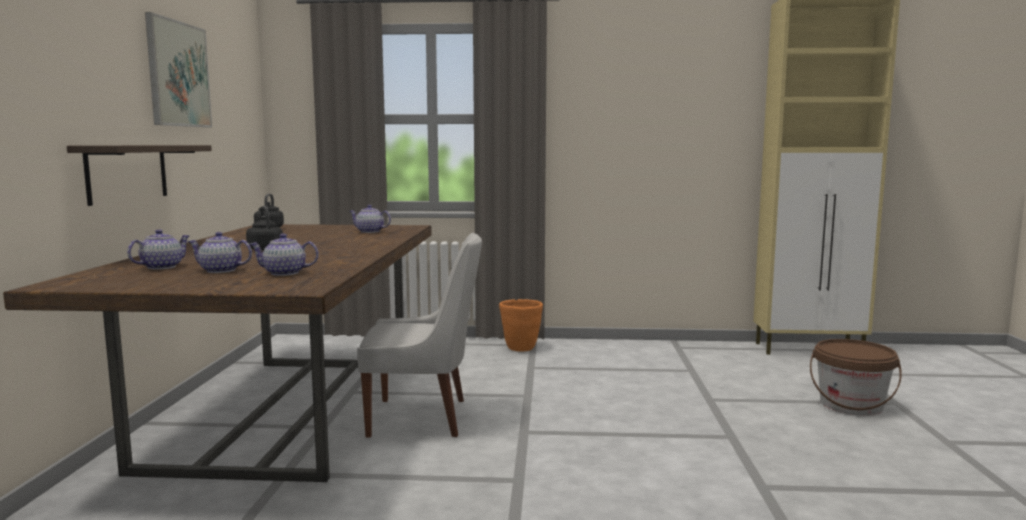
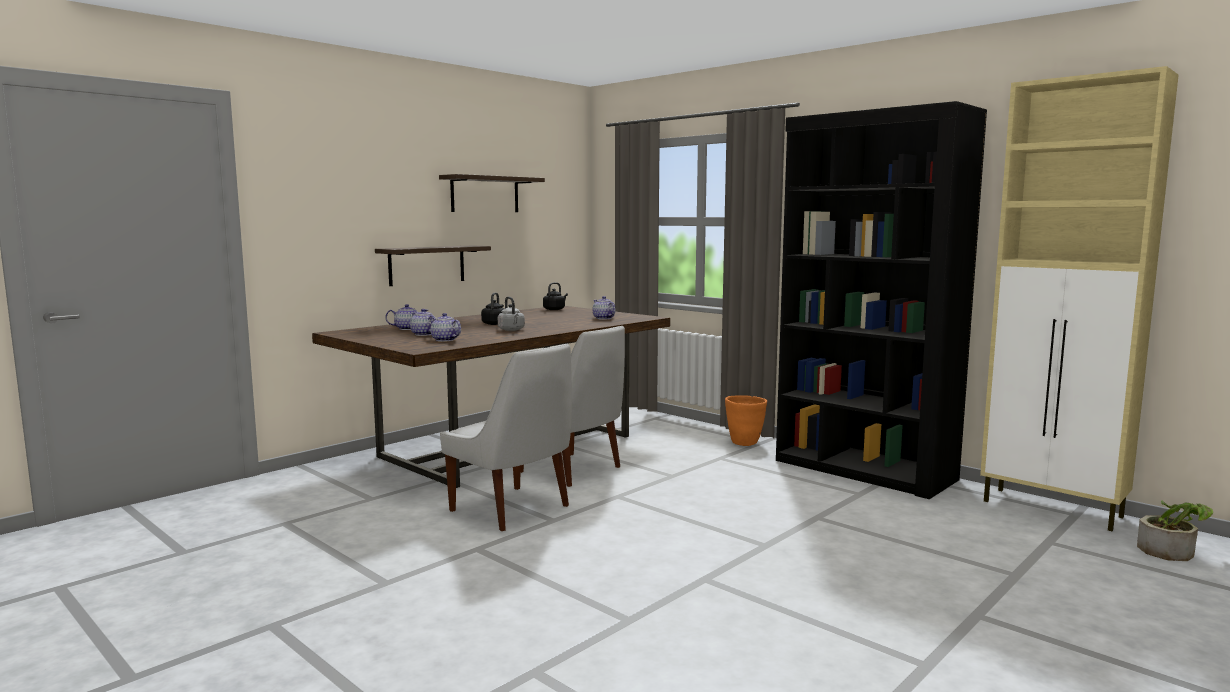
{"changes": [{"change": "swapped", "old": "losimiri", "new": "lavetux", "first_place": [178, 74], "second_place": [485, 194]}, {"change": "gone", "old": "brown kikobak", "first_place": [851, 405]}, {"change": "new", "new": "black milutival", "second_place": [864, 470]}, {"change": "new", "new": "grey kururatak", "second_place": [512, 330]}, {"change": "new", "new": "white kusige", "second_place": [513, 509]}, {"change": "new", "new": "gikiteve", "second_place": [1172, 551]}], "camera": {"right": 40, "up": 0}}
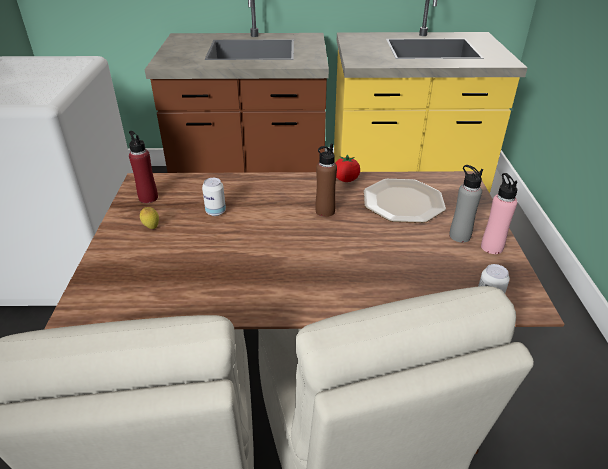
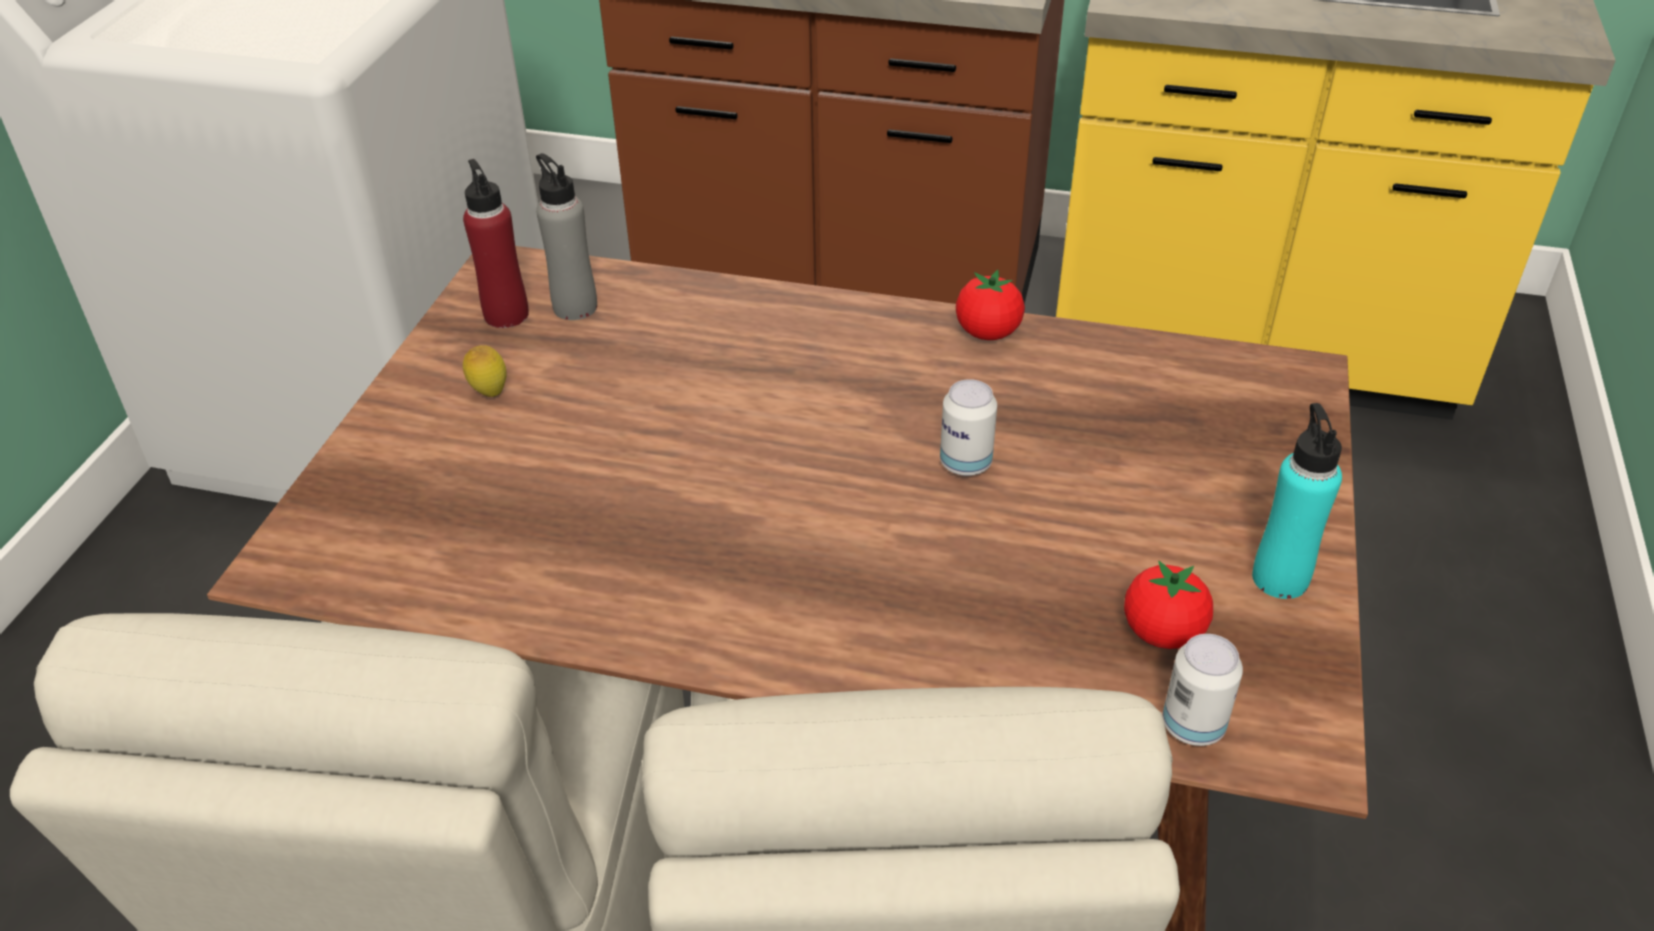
{"changes": [{"change": "gone", "old": "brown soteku", "first_place": [325, 211]}, {"change": "shifted", "old": "grey soteku", "first_place": [459, 236], "second_place": [575, 307]}, {"change": "repainted", "old": "pink soteku", "new": "turquoise soteku", "first_place": [491, 247], "second_place": [1280, 578]}, {"change": "shifted", "old": "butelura", "first_place": [215, 212], "second_place": [965, 463]}, {"change": "gone", "old": "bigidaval", "first_place": [402, 202]}, {"change": "new", "new": "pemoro", "second_place": [1162, 633]}], "camera": {"right": 15, "up": 5}}
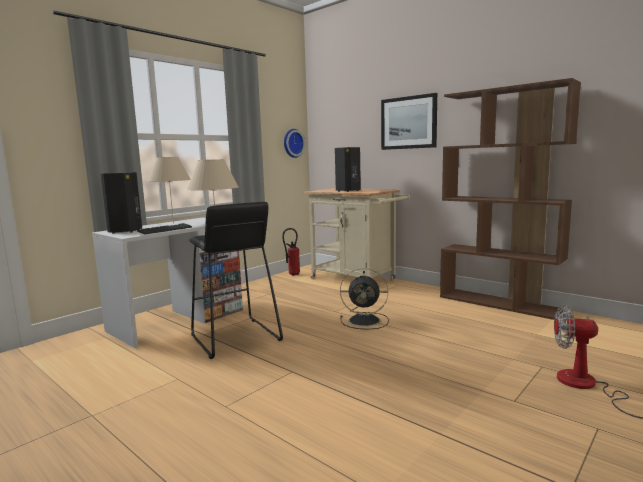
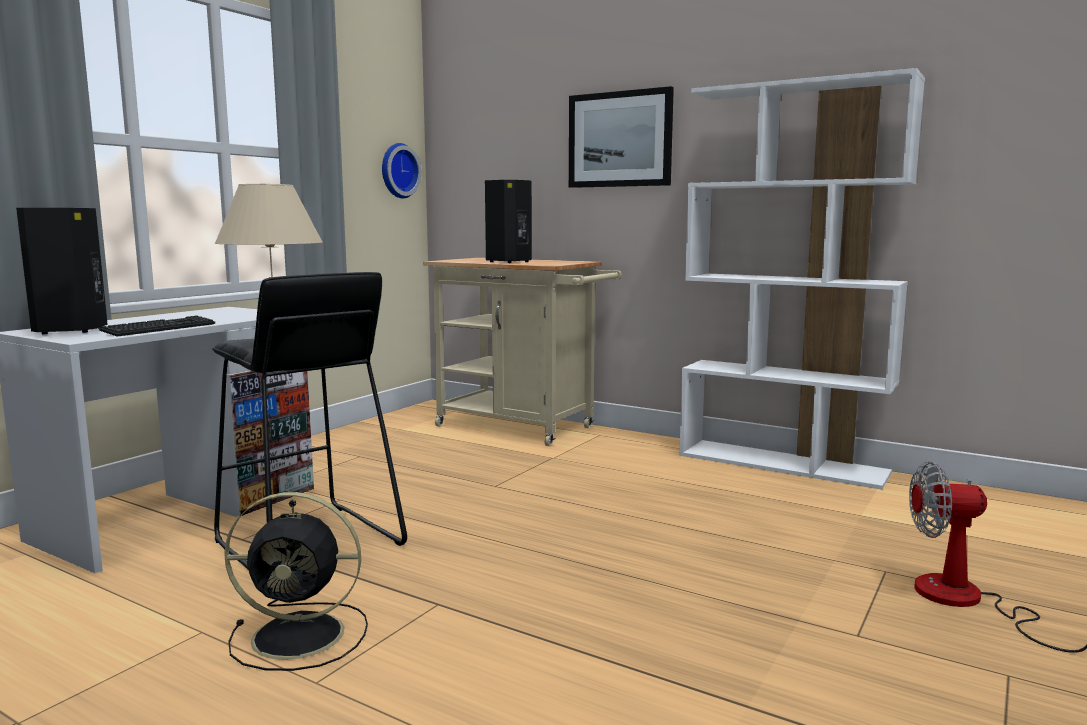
{"changes": [{"change": "repainted", "old": "brown milutival", "new": "white milutival", "first_place": [499, 303], "second_place": [783, 463]}, {"change": "gone", "old": "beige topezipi", "first_place": [173, 223]}, {"change": "gone", "old": "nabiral", "first_place": [292, 274]}, {"change": "shifted", "old": "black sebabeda", "first_place": [365, 321], "second_place": [302, 635]}], "camera": {"right": -10, "up": 0}}
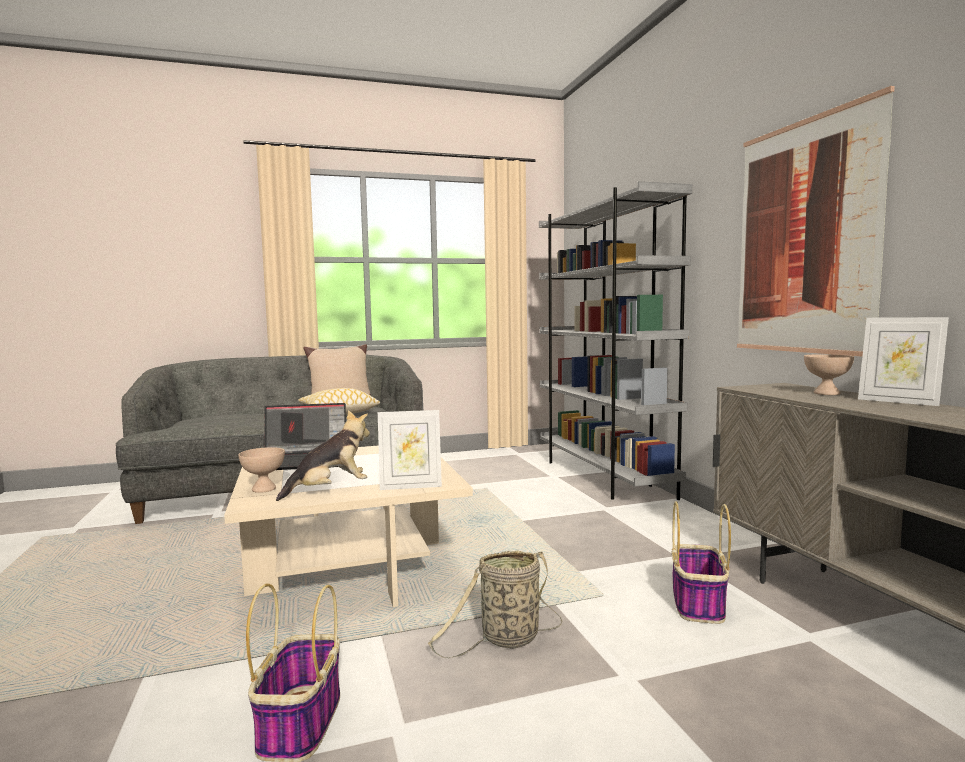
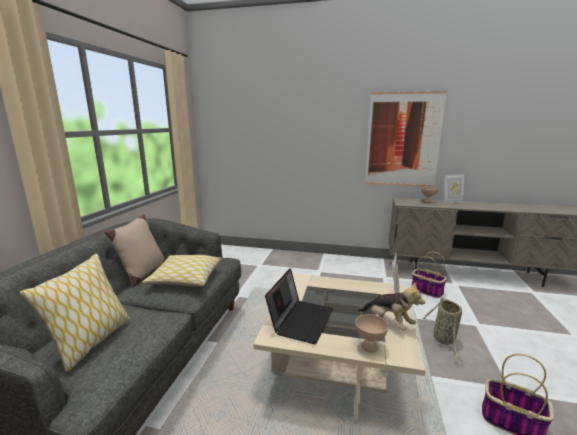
{"changes": [{"change": "gone", "old": "grey milutival", "first_place": [602, 476]}, {"change": "rotated", "old": "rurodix", "first_place": [330, 490], "second_place": [388, 323], "degrees": 135}, {"change": "new", "new": "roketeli", "second_place": [91, 342]}], "camera": {"right": -60, "up": 10}}
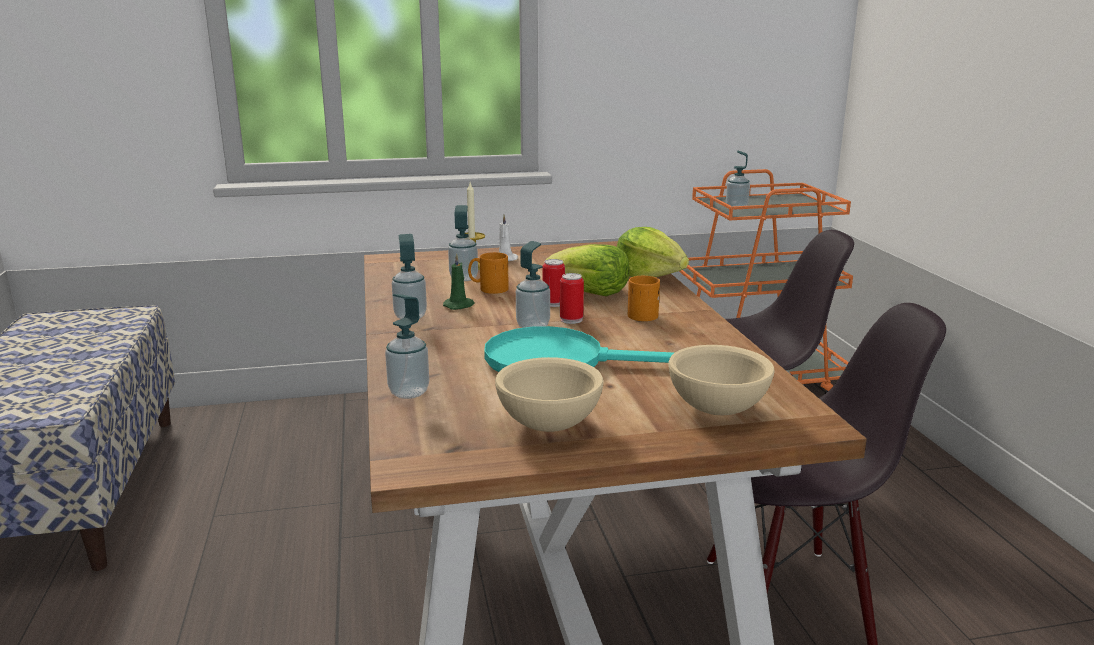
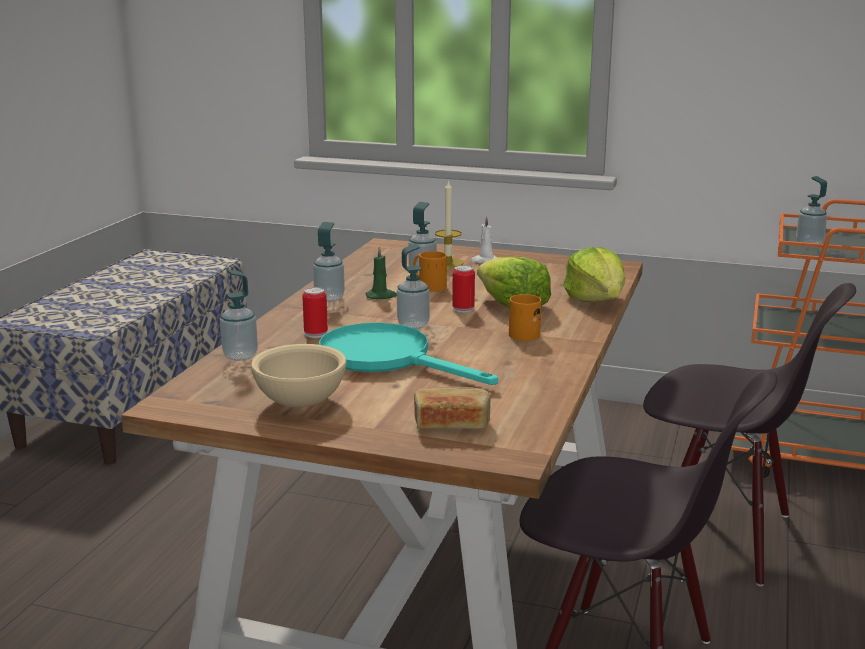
{"changes": [{"change": "shifted", "old": "butelura", "first_place": [571, 320], "second_place": [316, 334]}, {"change": "swapped", "old": "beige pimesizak", "new": "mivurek", "first_place": [717, 408], "second_place": [451, 424]}], "camera": {"right": 30, "up": 0}}
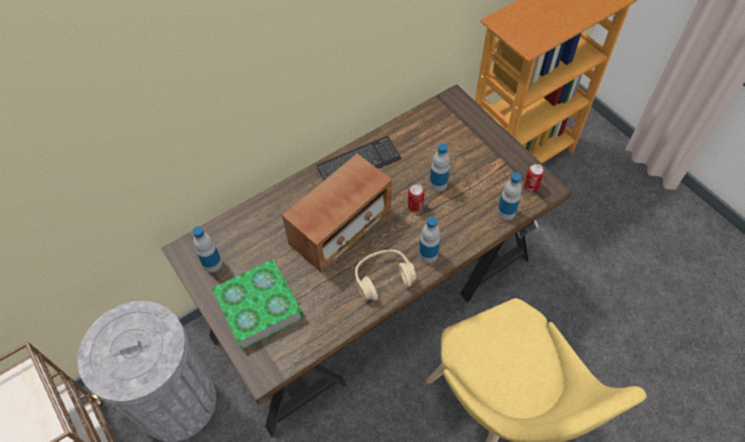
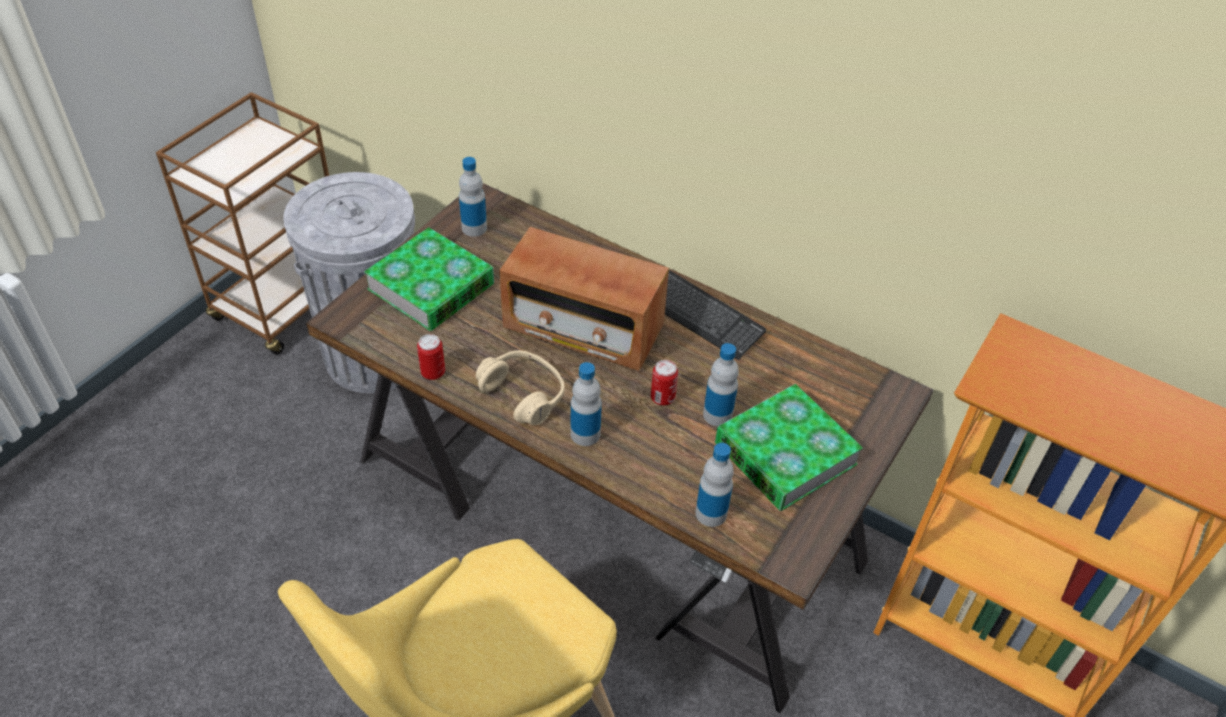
{"changes": [{"change": "shifted", "old": "butelura", "first_place": [531, 186], "second_place": [433, 372]}, {"change": "new", "new": "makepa", "second_place": [785, 454]}], "camera": {"right": 65, "up": -10}}
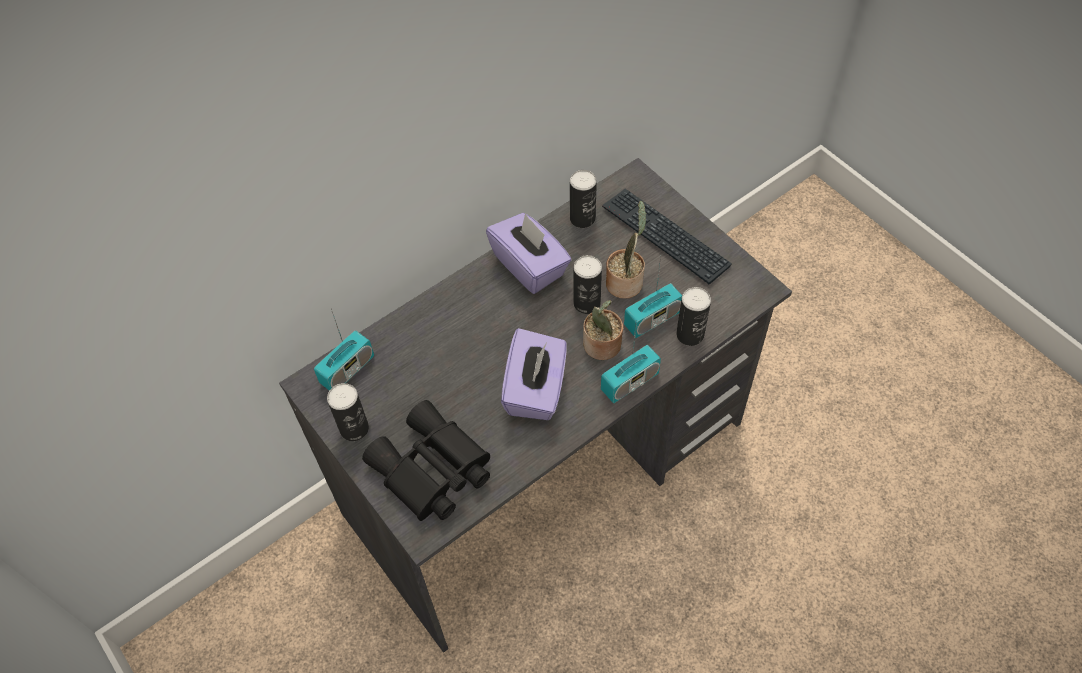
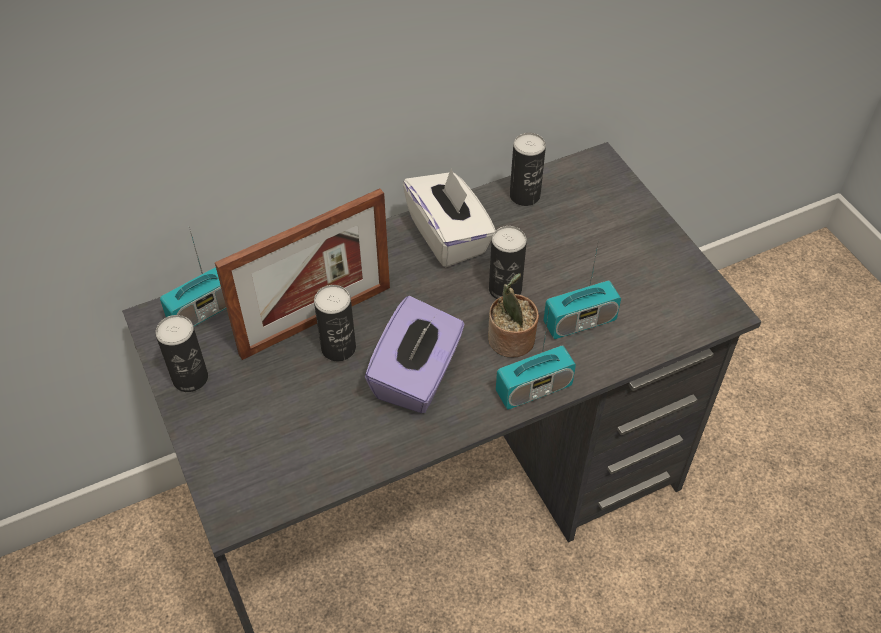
{"changes": [{"change": "gone", "old": "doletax", "first_place": [665, 237]}, {"change": "gone", "old": "gikiteve", "first_place": [625, 282]}, {"change": "repainted", "old": "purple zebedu", "new": "white zebedu", "first_place": [530, 266], "second_place": [449, 236]}, {"change": "shifted", "old": "butelura", "first_place": [690, 334], "second_place": [338, 348]}, {"change": "gone", "old": "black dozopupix", "first_place": [431, 472]}, {"change": "new", "new": "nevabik", "second_place": [316, 320]}], "camera": {"right": 10, "up": -5}}
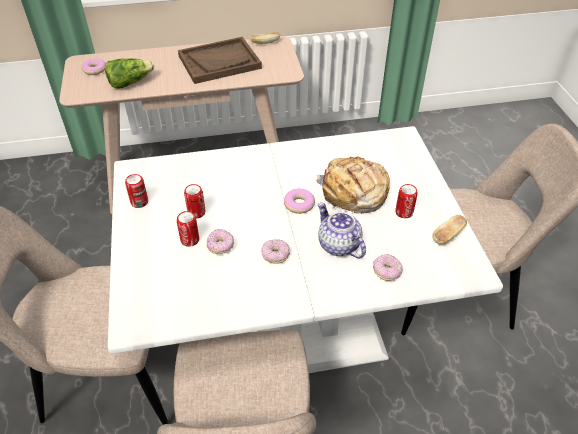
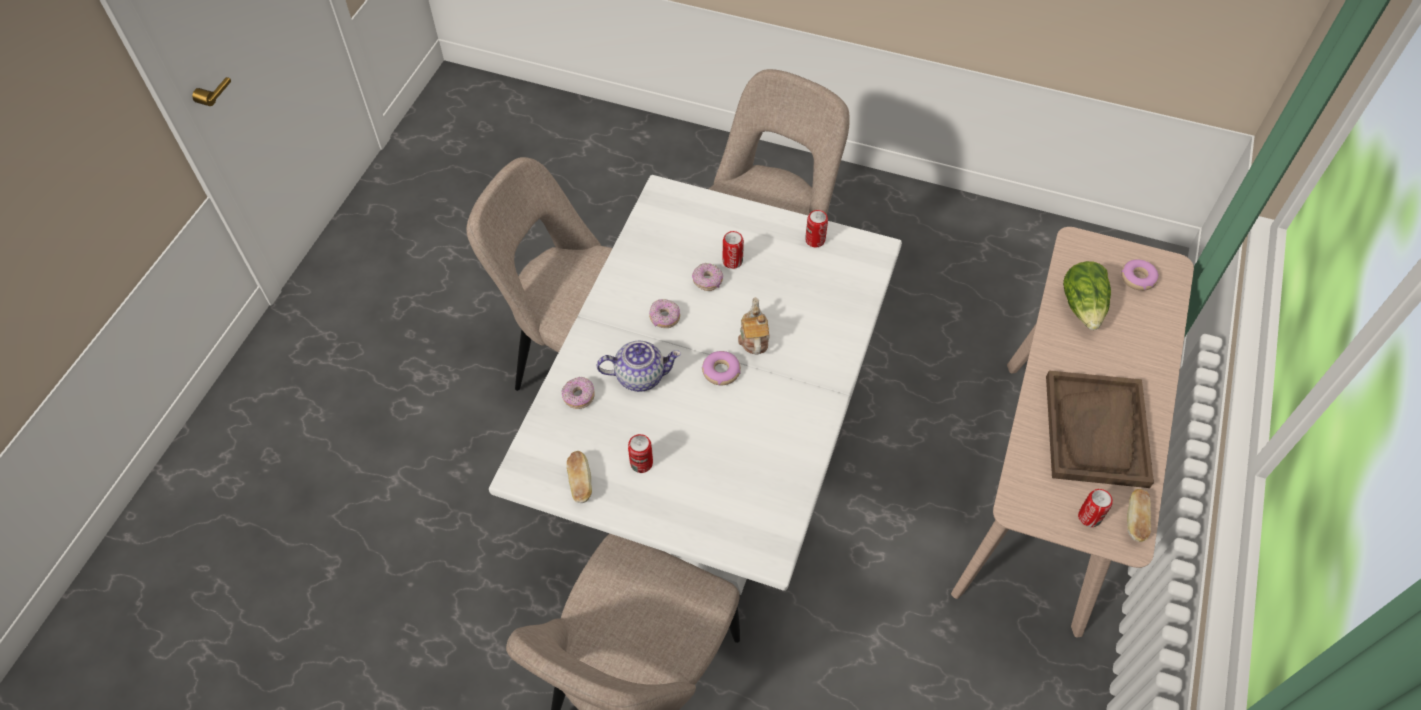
{"changes": [{"change": "gone", "old": "mivurek", "first_place": [353, 193]}, {"change": "shifted", "old": "butelura", "first_place": [196, 212], "second_place": [1089, 517]}, {"change": "new", "new": "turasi", "second_place": [753, 338]}], "camera": {"right": 120, "up": 10}}
